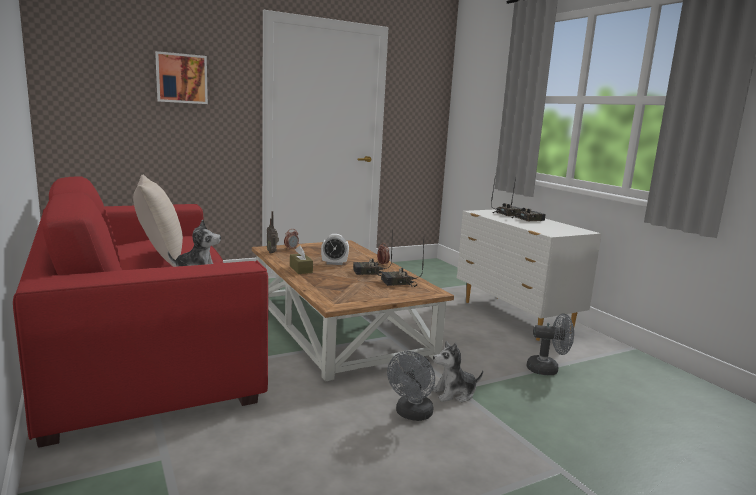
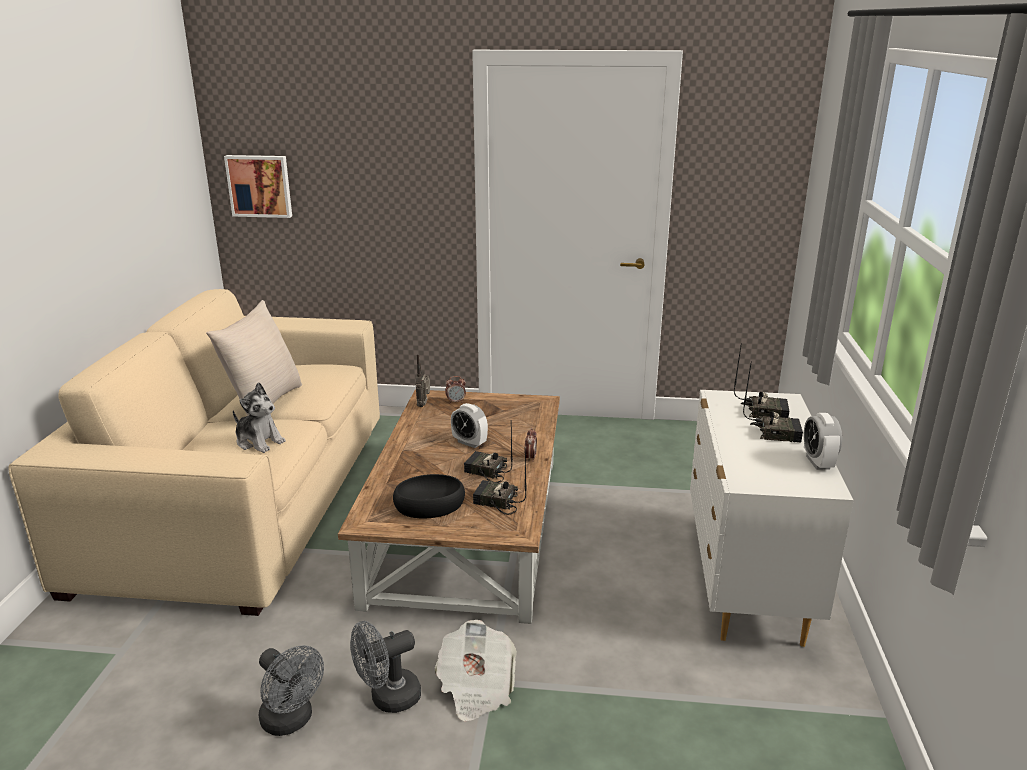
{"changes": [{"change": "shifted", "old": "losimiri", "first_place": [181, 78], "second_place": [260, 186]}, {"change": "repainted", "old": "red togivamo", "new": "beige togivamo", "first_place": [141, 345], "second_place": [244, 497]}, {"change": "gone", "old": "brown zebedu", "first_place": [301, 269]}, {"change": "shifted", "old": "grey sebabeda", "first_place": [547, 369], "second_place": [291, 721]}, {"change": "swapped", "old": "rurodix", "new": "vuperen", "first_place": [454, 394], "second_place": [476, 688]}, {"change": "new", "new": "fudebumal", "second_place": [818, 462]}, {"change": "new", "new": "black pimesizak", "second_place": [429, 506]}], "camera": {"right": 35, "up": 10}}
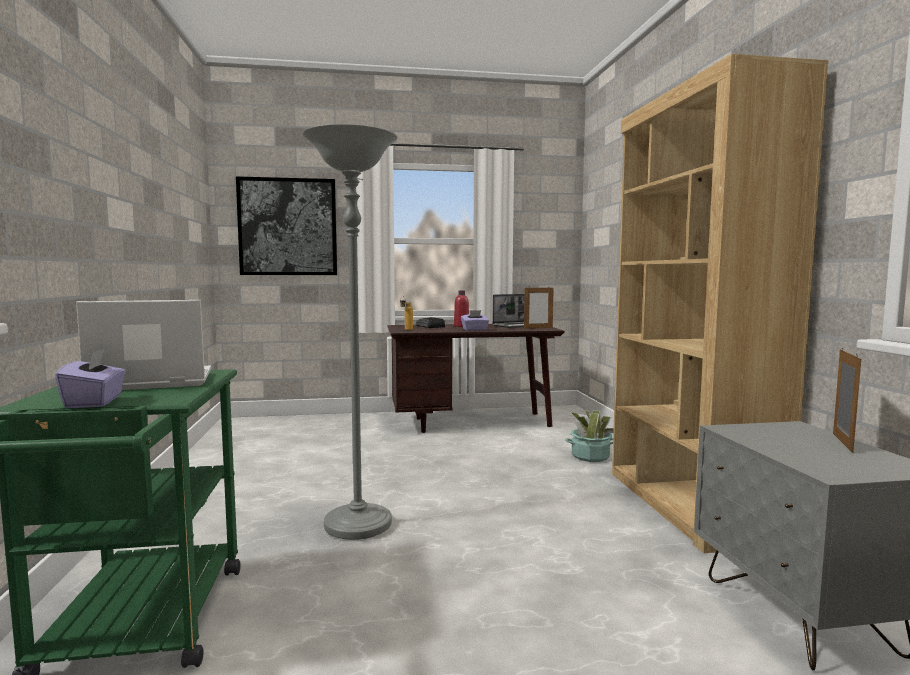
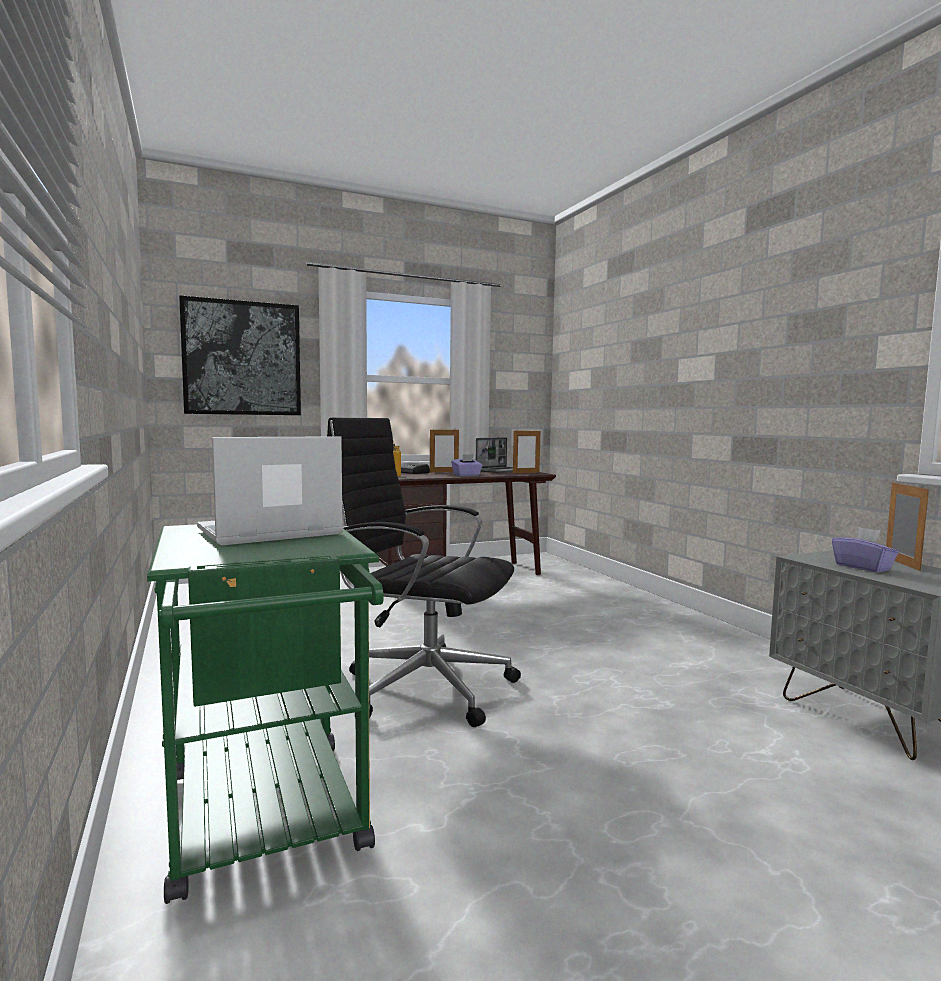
{"changes": [{"change": "gone", "old": "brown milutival", "first_place": [687, 505]}, {"change": "swapped", "old": "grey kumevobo", "new": "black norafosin", "first_place": [358, 525], "second_place": [423, 686]}, {"change": "swapped", "old": "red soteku", "new": "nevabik", "first_place": [461, 326], "second_place": [444, 471]}, {"change": "shifted", "old": "purple zebedu", "first_place": [95, 402], "second_place": [863, 567]}, {"change": "gone", "old": "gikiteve", "first_place": [590, 456]}], "camera": {"right": -15, "up": 0}}
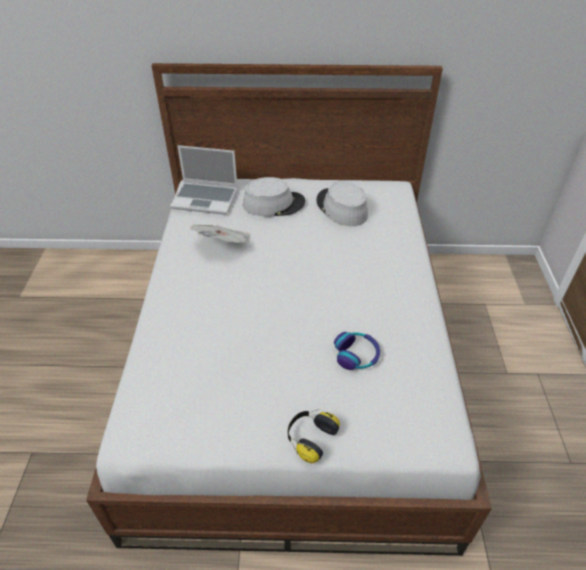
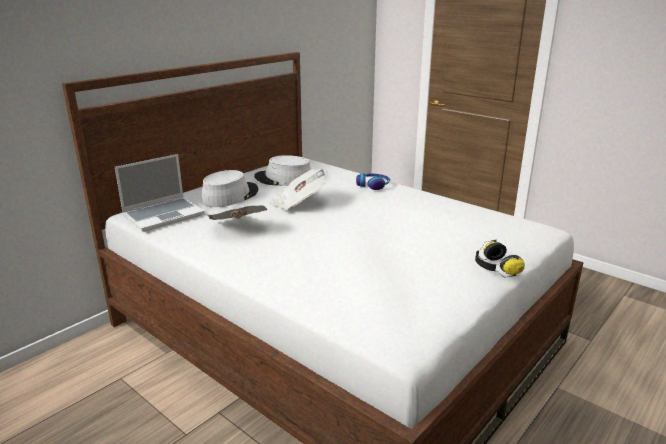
{"changes": [{"change": "shifted", "old": "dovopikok", "first_place": [356, 355], "second_place": [373, 185]}, {"change": "new", "new": "vuperen", "second_place": [298, 203]}], "camera": {"right": -50, "up": -20}}
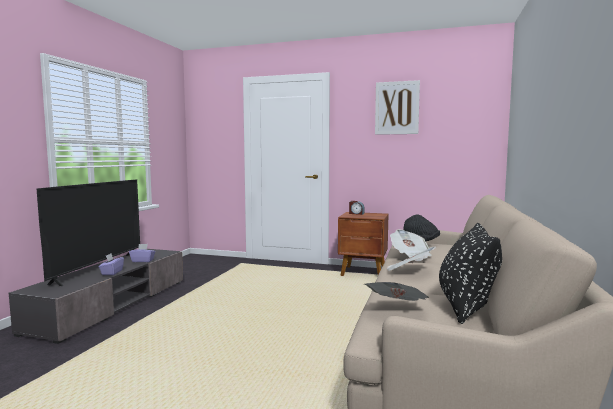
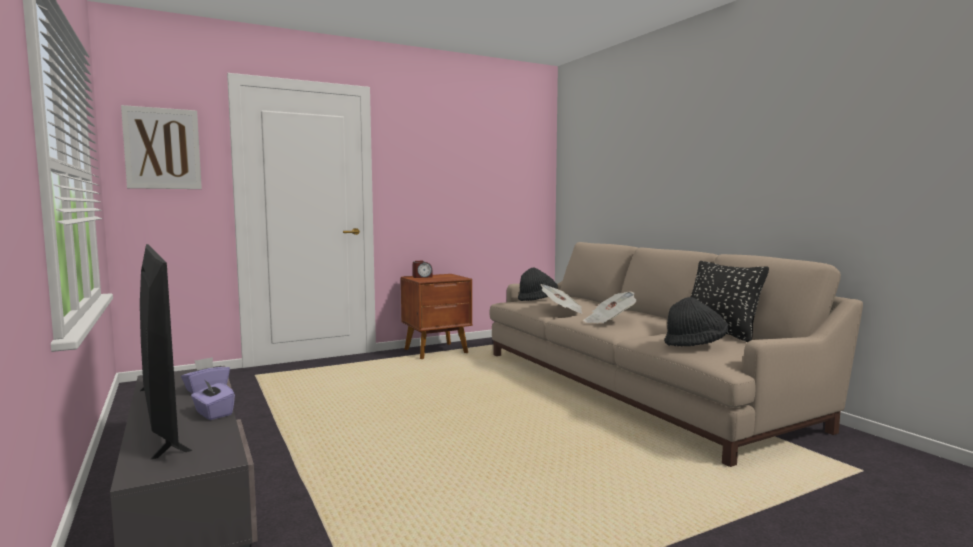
{"changes": [{"change": "shifted", "old": "losimiri", "first_place": [397, 108], "second_place": [162, 148]}, {"change": "swapped", "old": "vuperen", "new": "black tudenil", "first_place": [397, 309], "second_place": [695, 344]}], "camera": {"right": -45, "up": 0}}
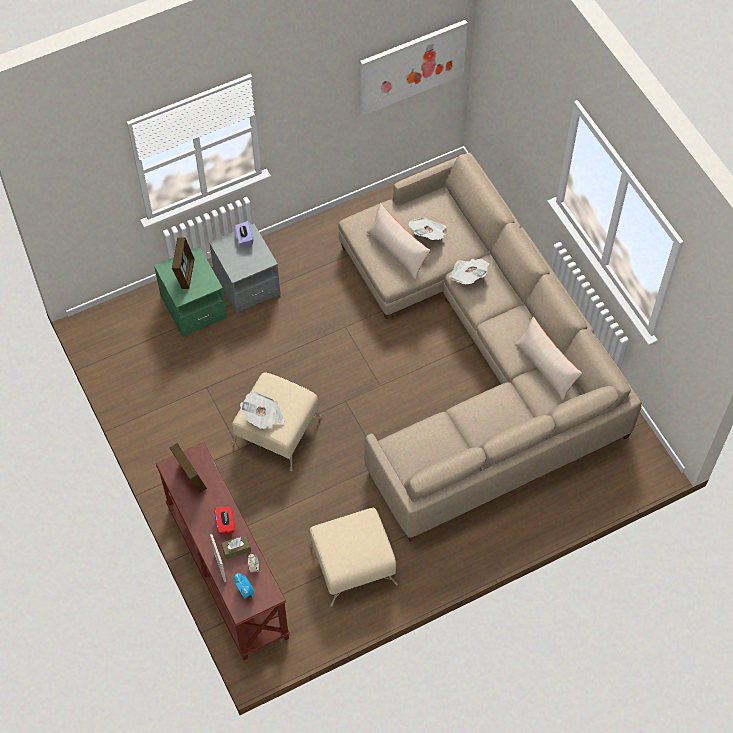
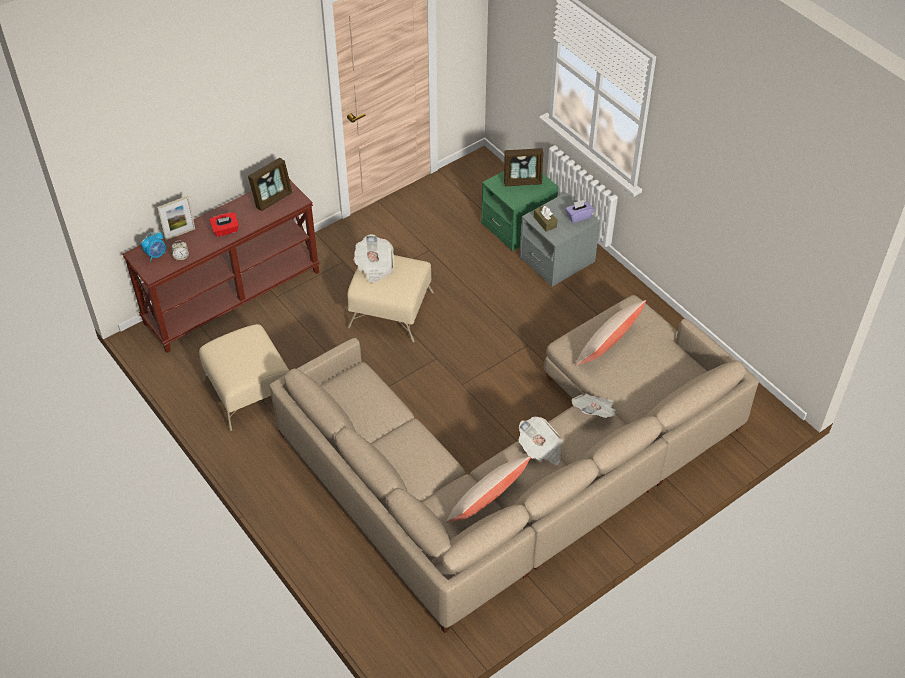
{"changes": [{"change": "gone", "old": "losimiri", "first_place": [412, 66]}, {"change": "shifted", "old": "vuperen", "first_place": [428, 234], "second_place": [540, 449]}, {"change": "shifted", "old": "brown zebedu", "first_place": [236, 549], "second_place": [545, 222]}], "camera": {"right": 80, "up": -10}}
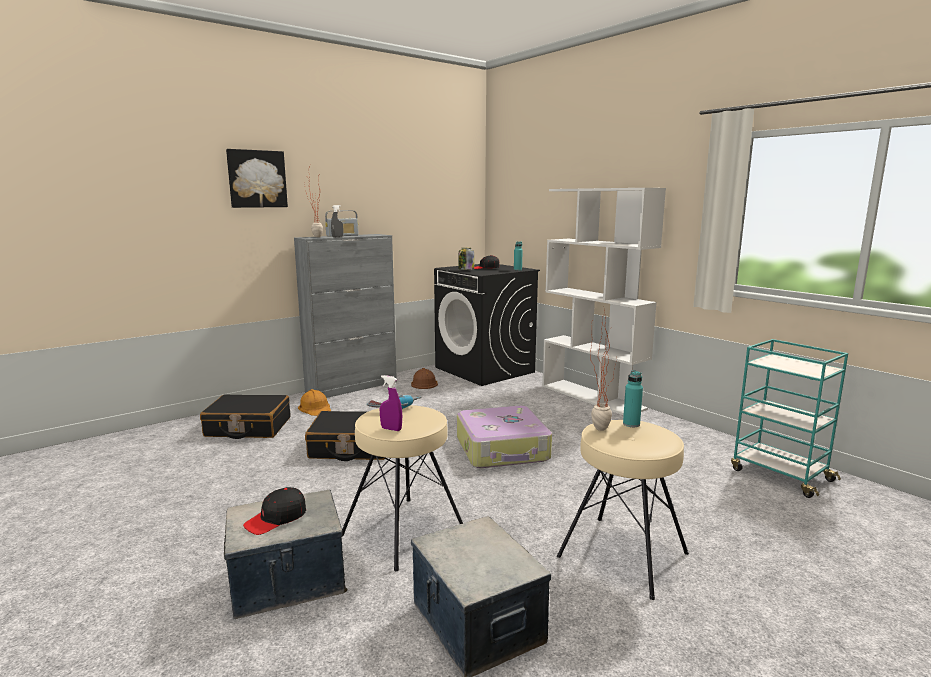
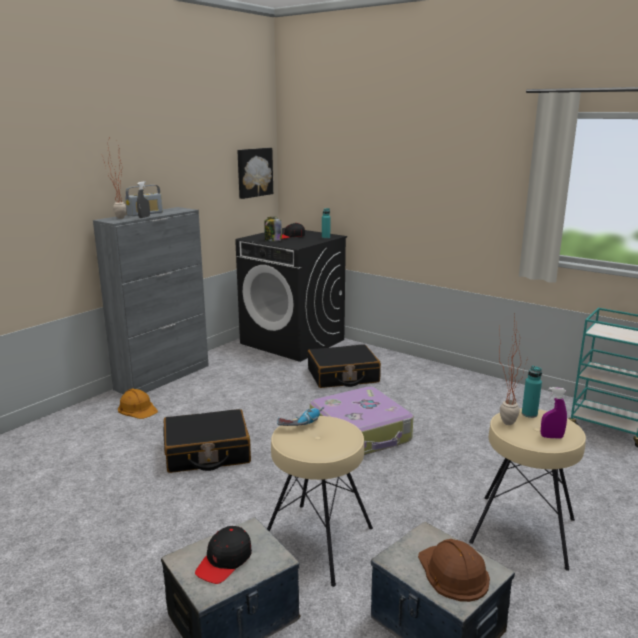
{"changes": [{"change": "shifted", "old": "losimiri", "first_place": [257, 179], "second_place": [254, 172]}, {"change": "gone", "old": "white milutival", "first_place": [593, 397]}, {"change": "shifted", "old": "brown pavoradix", "first_place": [423, 383], "second_place": [453, 573]}, {"change": "shifted", "old": "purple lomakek", "first_place": [391, 429], "second_place": [551, 437]}, {"change": "shifted", "old": "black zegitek", "first_place": [248, 427], "second_place": [343, 376]}], "camera": {"right": -15, "up": 5}}
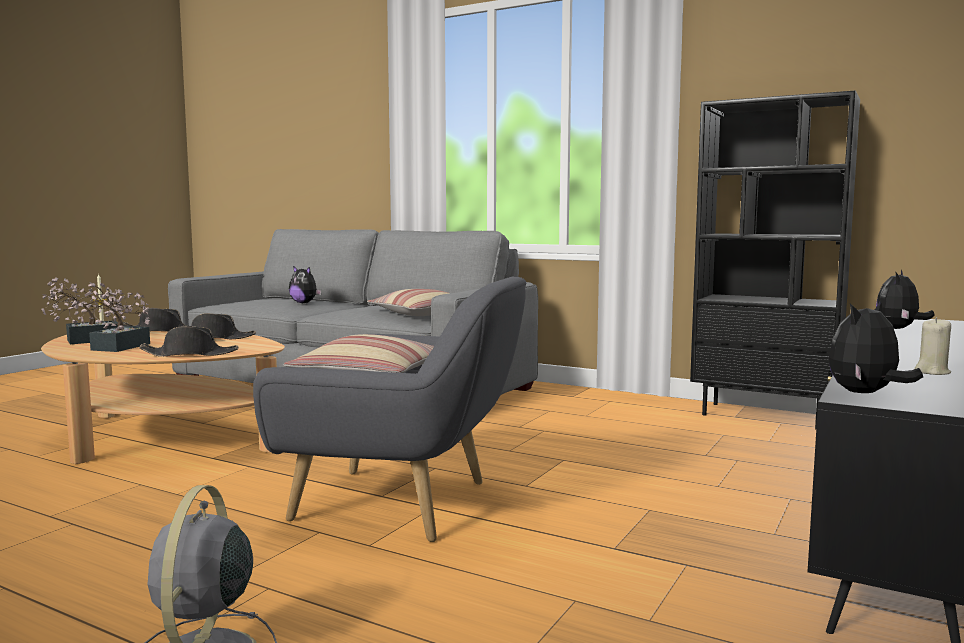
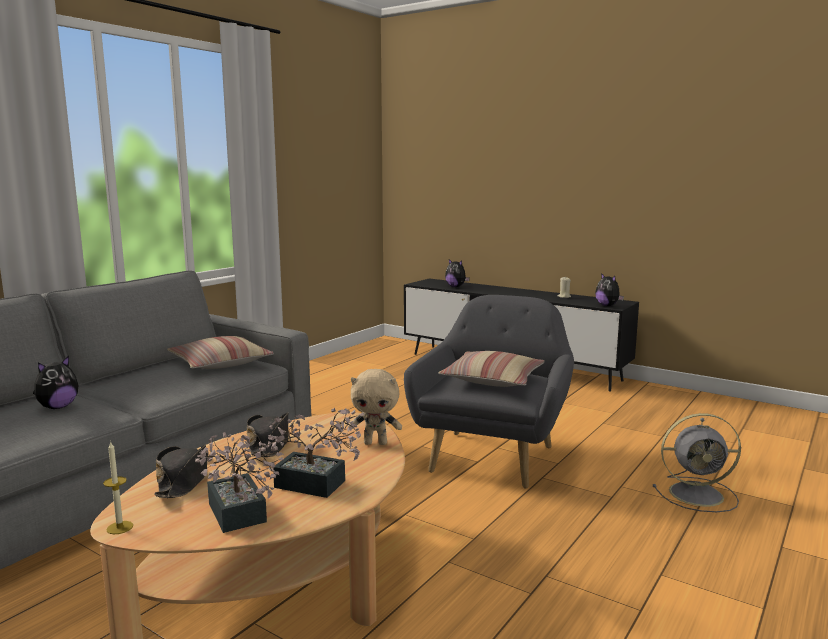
{"changes": [{"change": "gone", "old": "black milutival", "first_place": [764, 415]}, {"change": "swapped", "old": "black tudenil", "new": "beige rurodix", "first_place": [190, 354], "second_place": [376, 443]}], "camera": {"right": -85, "up": 5}}
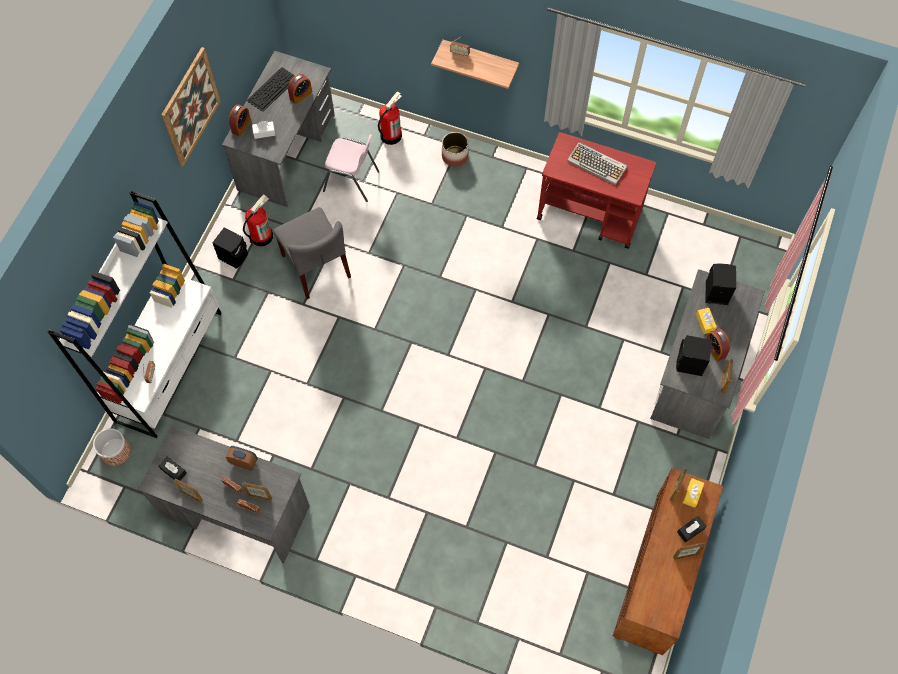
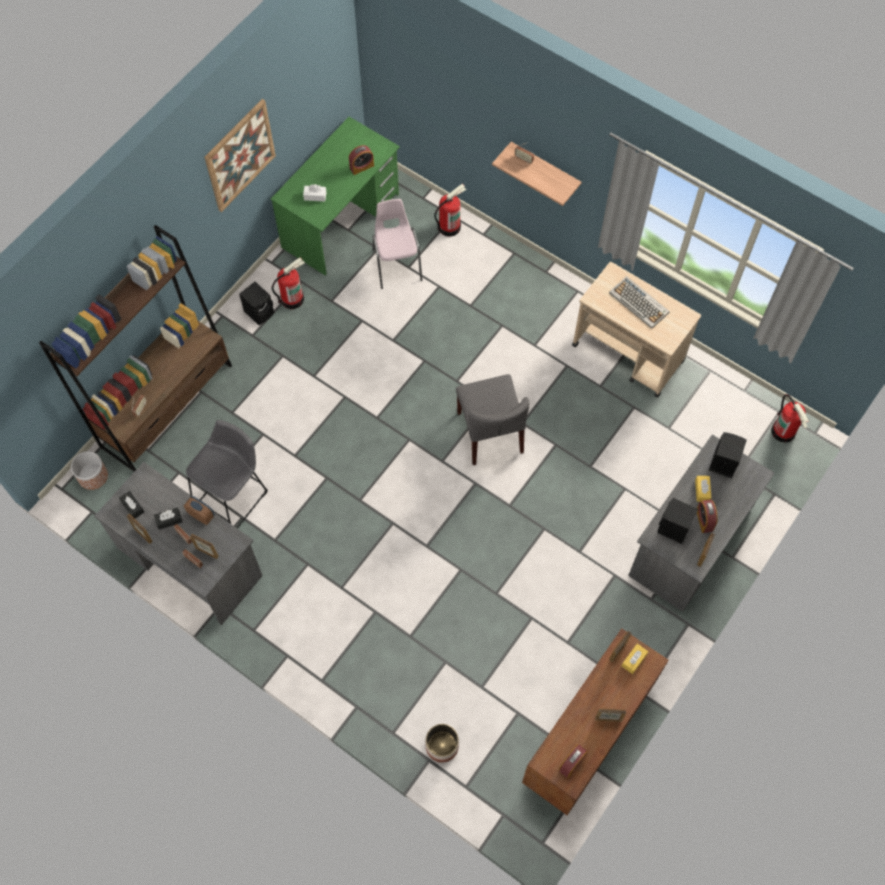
{"changes": [{"change": "repainted", "old": "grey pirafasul", "new": "green pirafasul", "first_place": [287, 152], "second_place": [341, 221]}, {"change": "gone", "old": "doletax", "first_place": [272, 88]}, {"change": "shifted", "old": "fudebumal", "first_place": [241, 126], "second_place": [571, 763]}, {"change": "shifted", "old": "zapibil", "first_place": [455, 156], "second_place": [442, 746]}, {"change": "repainted", "old": "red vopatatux", "new": "beige vopatatux", "first_place": [590, 214], "second_place": [628, 353]}, {"change": "rotated", "old": "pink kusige", "first_place": [352, 181], "second_place": [397, 264], "degrees": -135}, {"change": "repainted", "old": "white milutival", "new": "brown milutival", "first_place": [169, 366], "second_place": [167, 405]}, {"change": "shifted", "old": "grey kusige", "first_place": [316, 266], "second_place": [490, 433]}, {"change": "shifted", "old": "black zebedu", "first_place": [690, 530], "second_place": [169, 520]}, {"change": "new", "new": "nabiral", "second_place": [783, 431]}, {"change": "new", "new": "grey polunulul", "second_place": [233, 497]}], "camera": {"right": 15, "up": 0}}
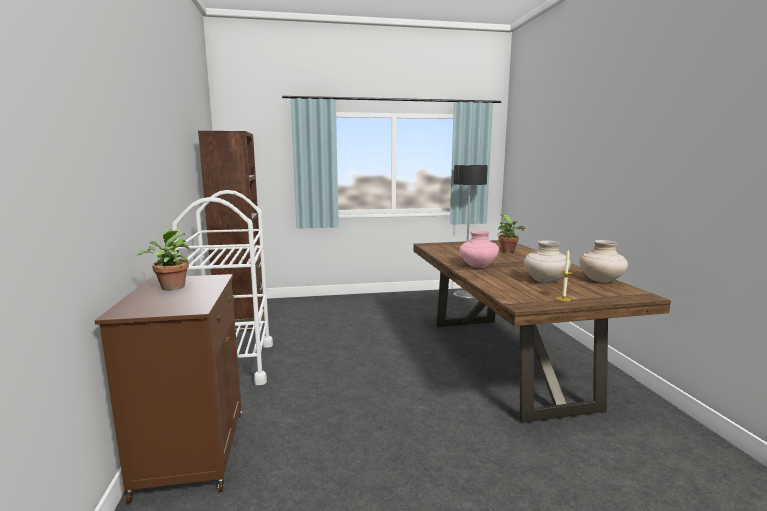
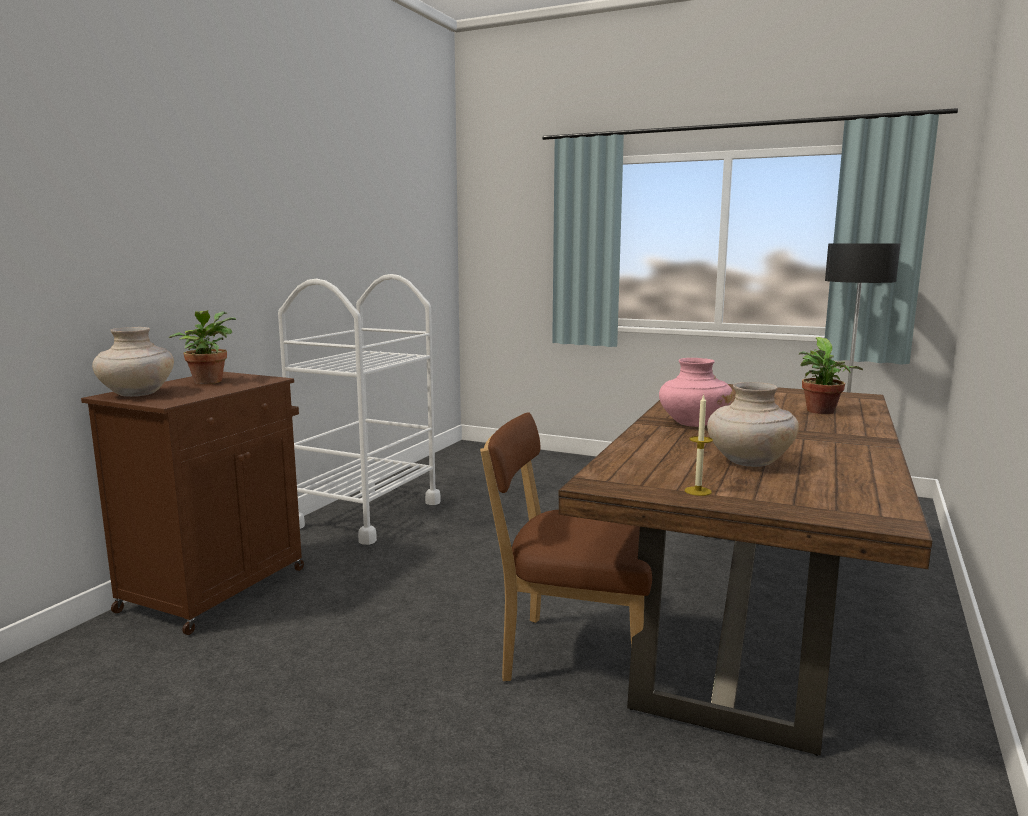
{"changes": [{"change": "gone", "old": "brown milutival", "first_place": [241, 320]}, {"change": "shifted", "old": "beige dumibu", "first_place": [601, 280], "second_place": [137, 394]}, {"change": "new", "new": "brown kusige", "second_place": [572, 656]}], "camera": {"right": 35, "up": 0}}
